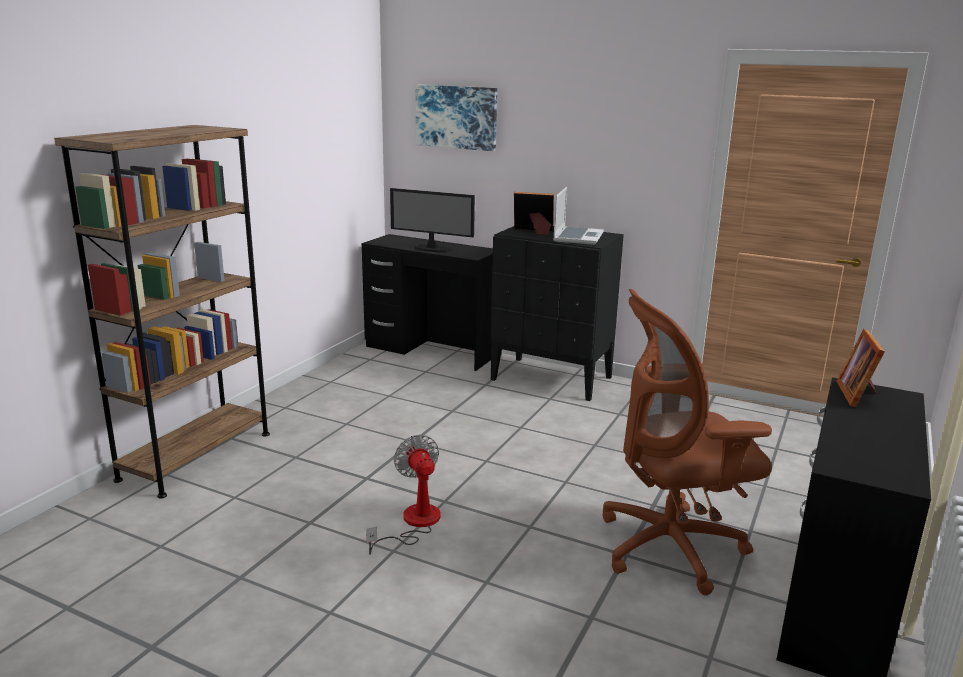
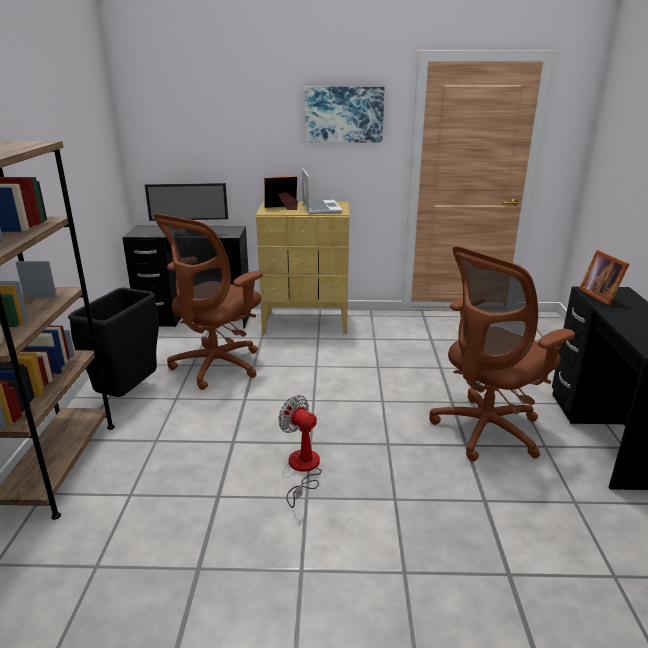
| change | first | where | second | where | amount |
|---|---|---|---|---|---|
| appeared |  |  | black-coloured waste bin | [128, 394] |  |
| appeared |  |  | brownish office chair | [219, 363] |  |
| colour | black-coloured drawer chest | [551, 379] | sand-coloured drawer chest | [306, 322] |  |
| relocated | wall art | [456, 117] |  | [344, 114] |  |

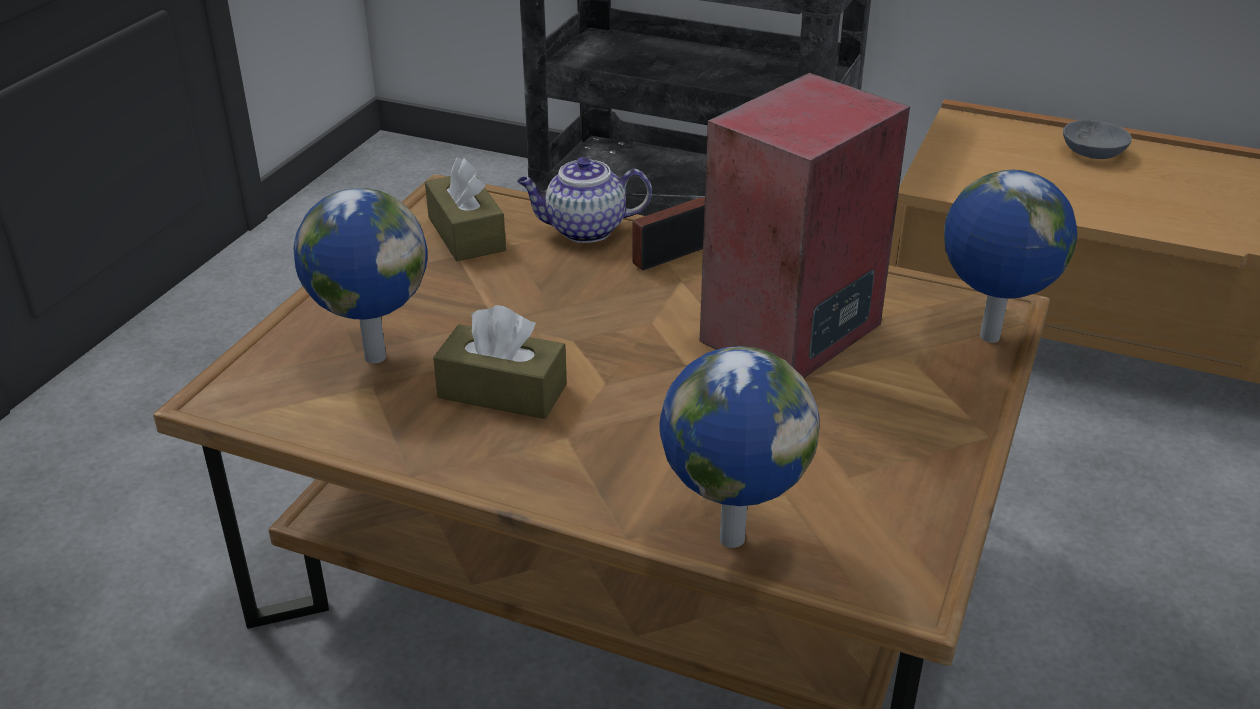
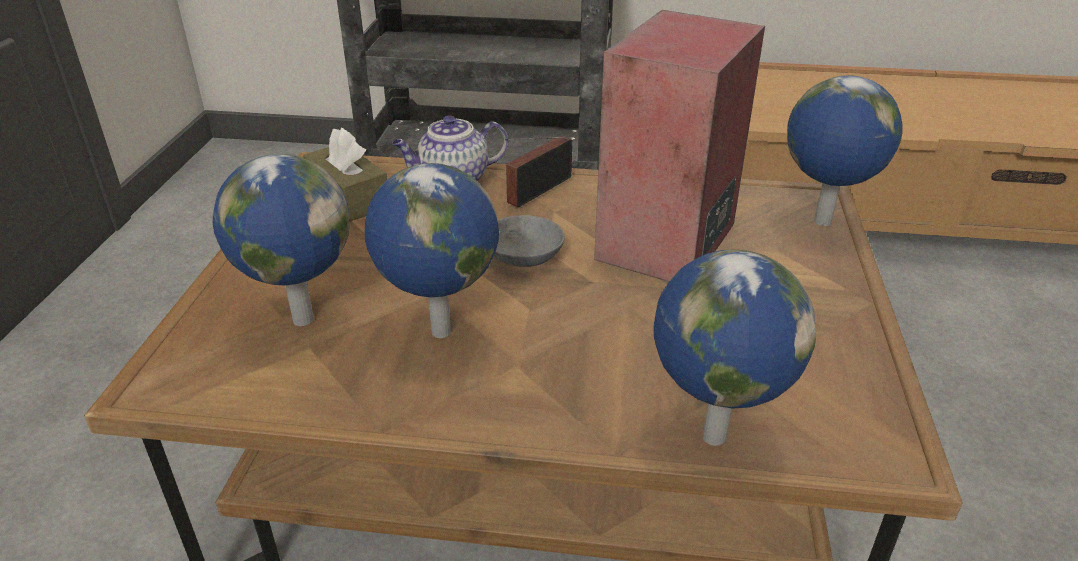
| change | first | where | second | where | amount |
|---|---|---|---|---|---|
| exchanged | brownish box of tissues | [502, 391] | globe | [438, 332] |  |
| relocated | gray bowl | [1092, 153] |  | [523, 257] |  |

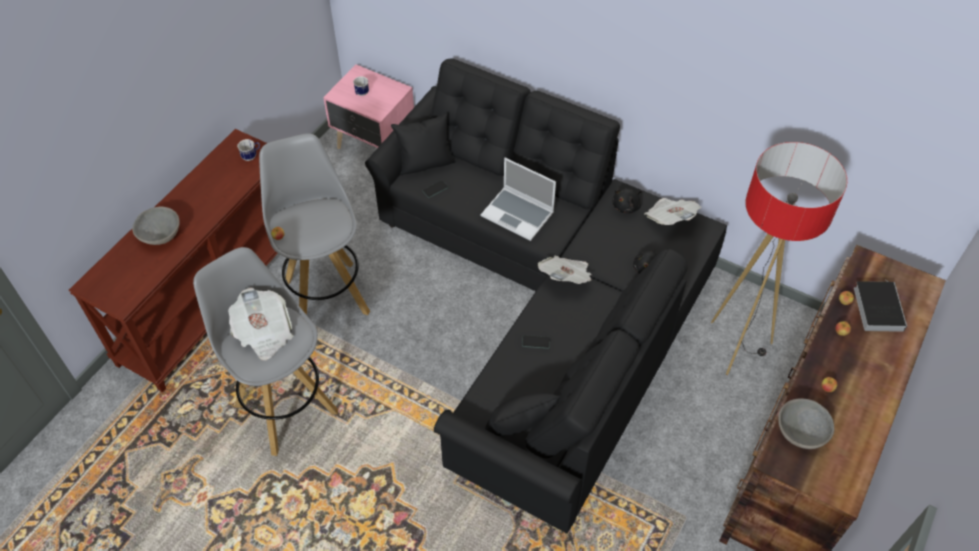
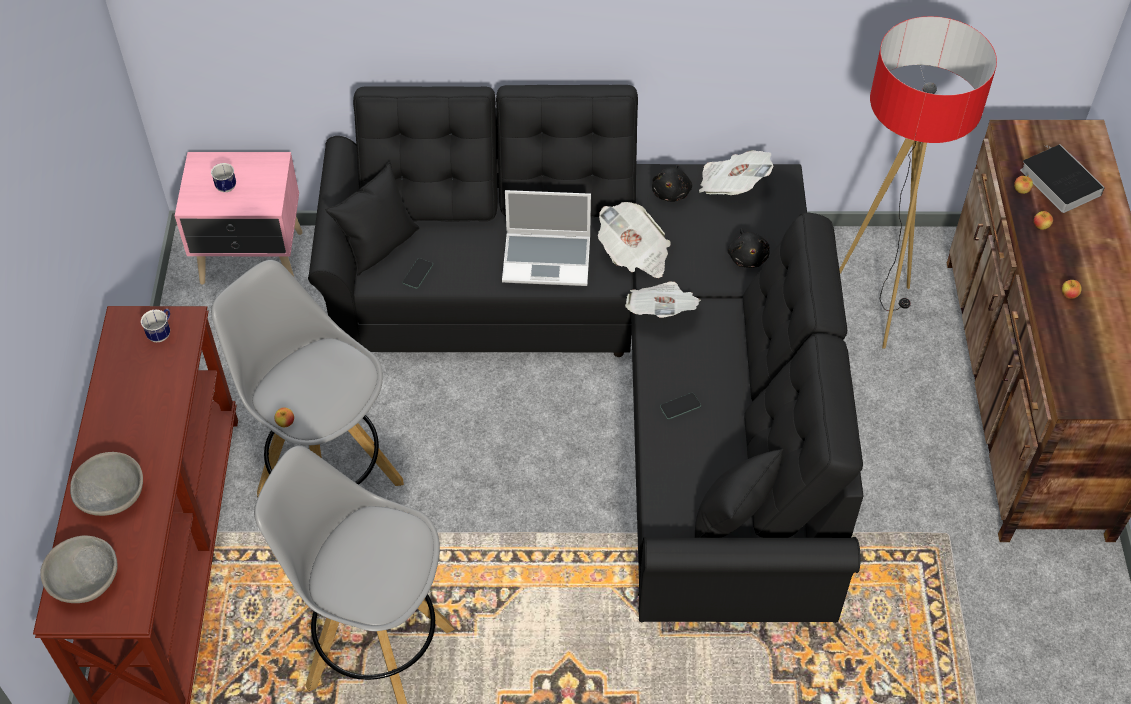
| change | first | where | second | where | amount |
|---|---|---|---|---|---|
| relocated | gray bowl | [801, 432] |  | [86, 581] |  |
| relocated | printed paper | [264, 333] |  | [634, 254] |  |

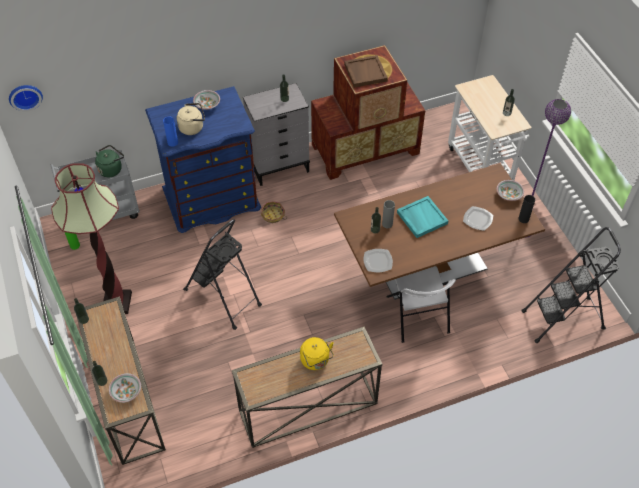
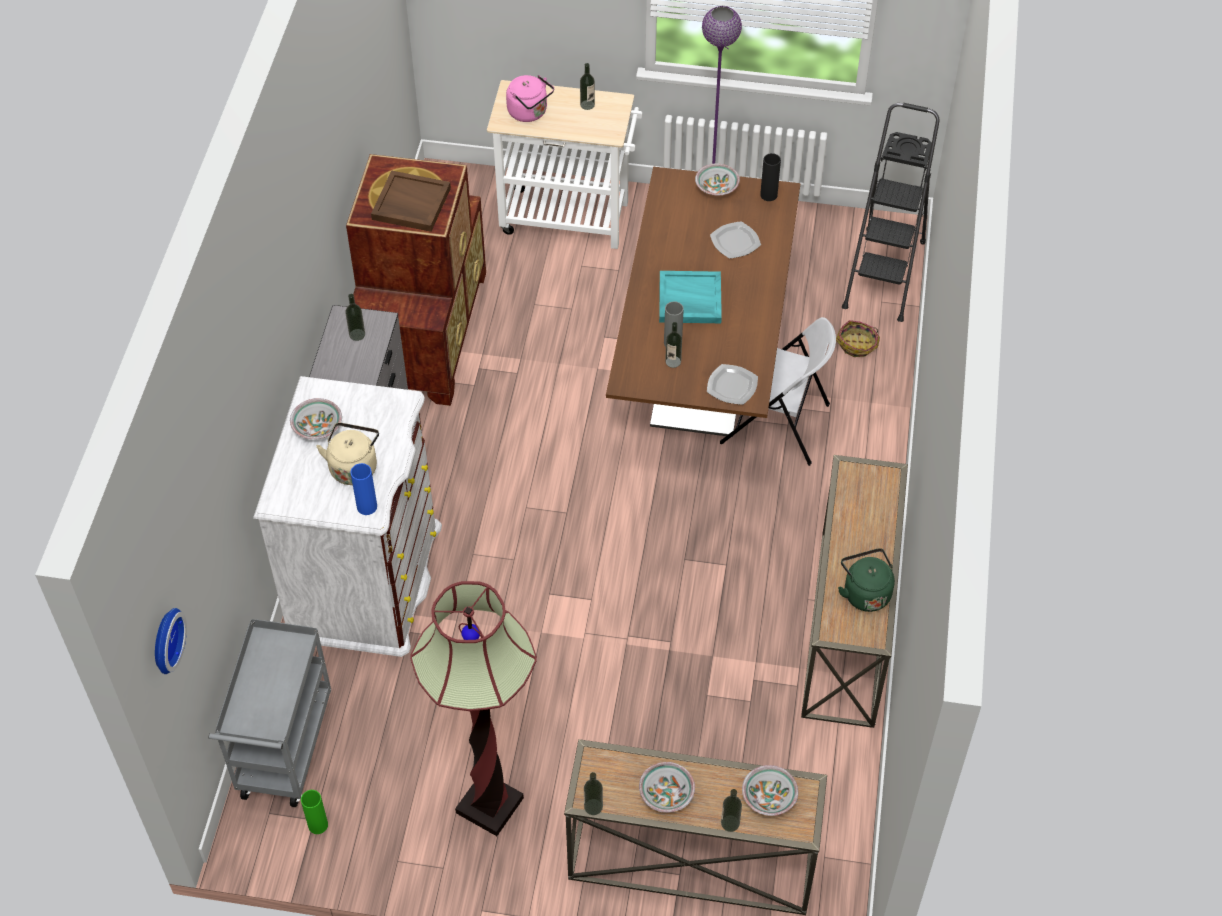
| change | first | where | second | where | amount |
|---|---|---|---|---|---|
| colour | bluish drawer chest | [212, 197] | white drawer chest | [365, 578] |  |
| appeared |  |  | pink water kettle | [529, 112] |  |
| appeared |  |  | bowl | [666, 793] |  |
| relocated | storage basket | [273, 216] |  | [857, 344] |  |
| relocated | greenish water kettle | [111, 169] |  | [865, 592] |  |
| missing | step stool | [223, 297] |  |  |  |
| missing | yellow water kettle | [316, 361] |  |  |  |

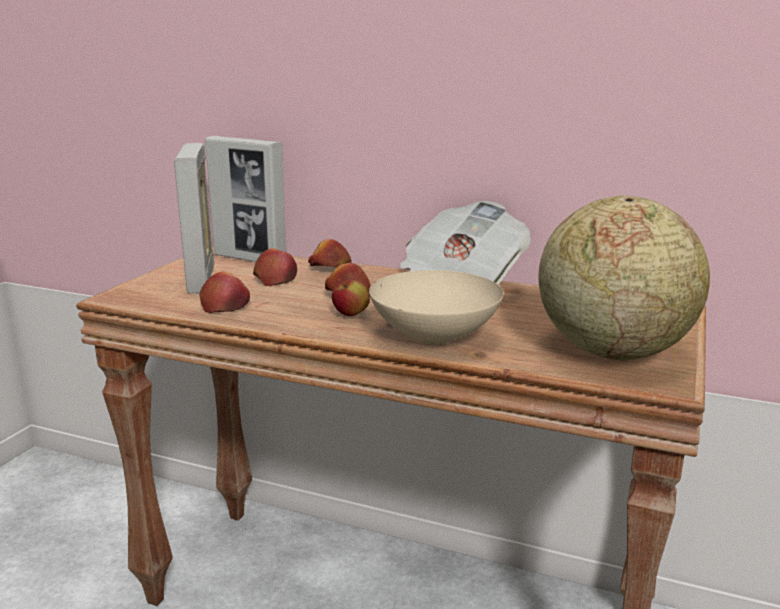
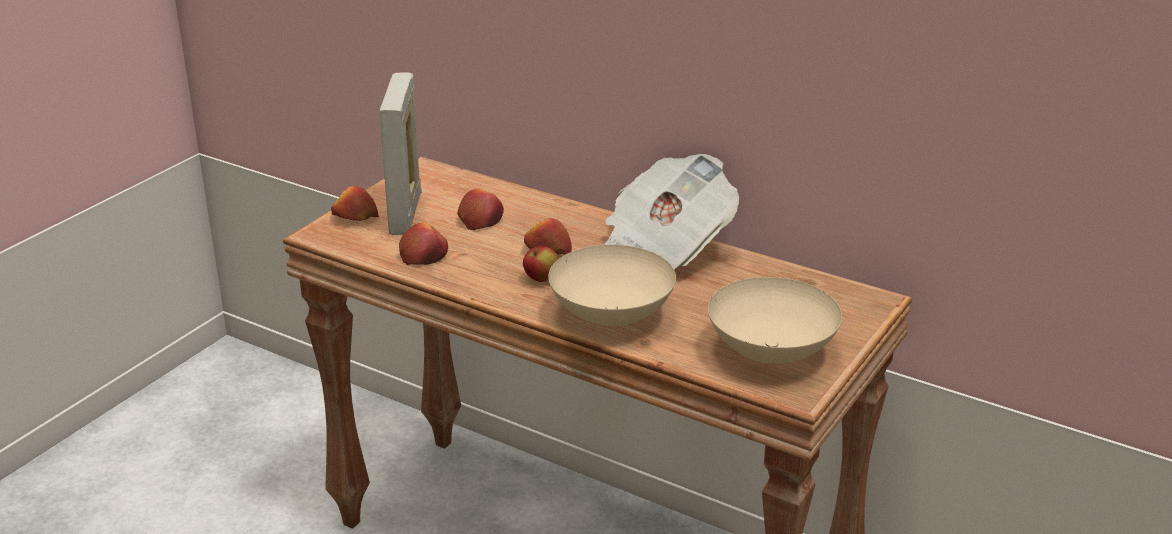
| change | first | where | second | where | amount |
|---|---|---|---|---|---|
| relocated | apple fruit | [330, 268] |  | [355, 217] |  |
| exchanged | globe | [612, 352] | sand-coloured bowl | [770, 351] |  |
| missing | photo frame | [250, 259] |  |  |  |

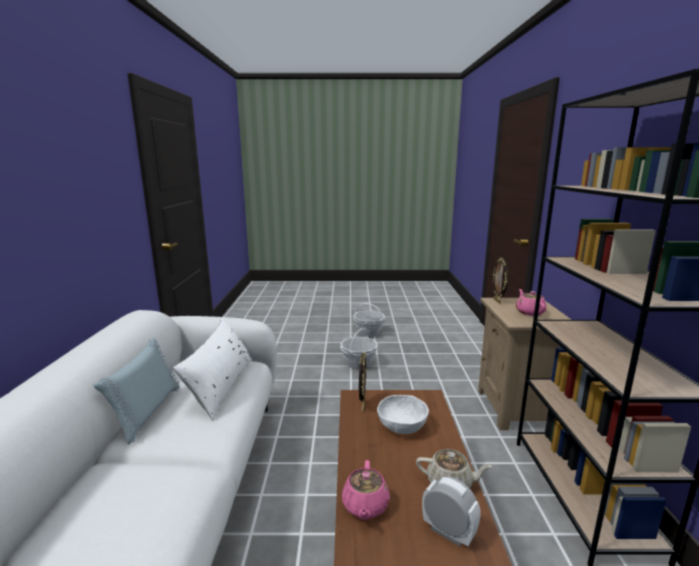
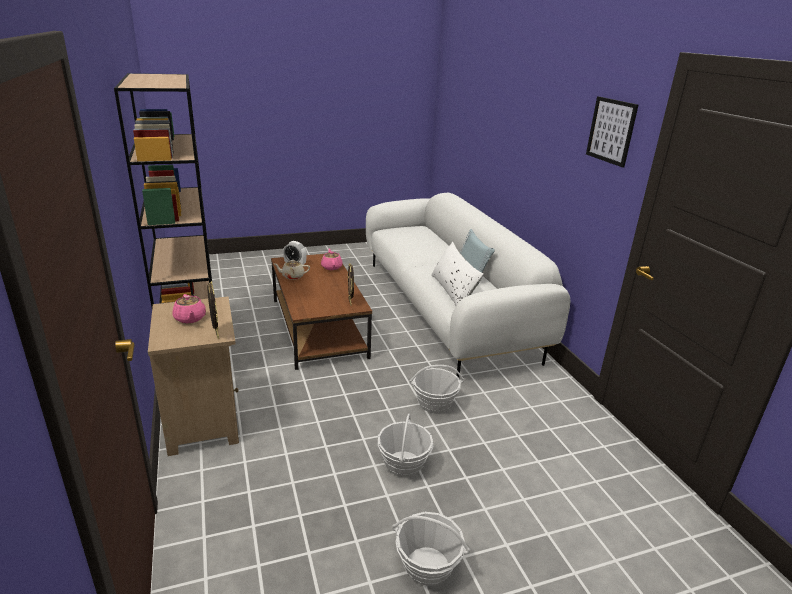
| change | first | where | second | where | amount |
|---|---|---|---|---|---|
| appeared |  |  | storage basket | [434, 403] |  |
| appeared |  |  | wall art | [611, 131] |  |
| missing | white bowl | [402, 426] |  |  |  |

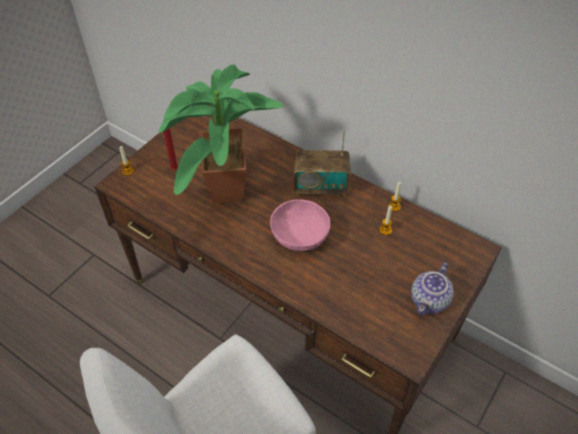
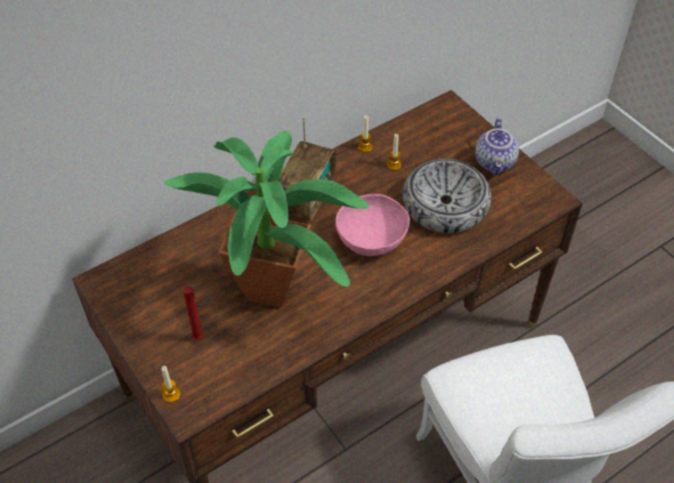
| change | first | where | second | where | amount |
|---|---|---|---|---|---|
| appeared |  |  | bowl | [445, 205] |  |
| spun | pot for tea | [430, 301] |  | [495, 163] | 45 degrees clockwise |

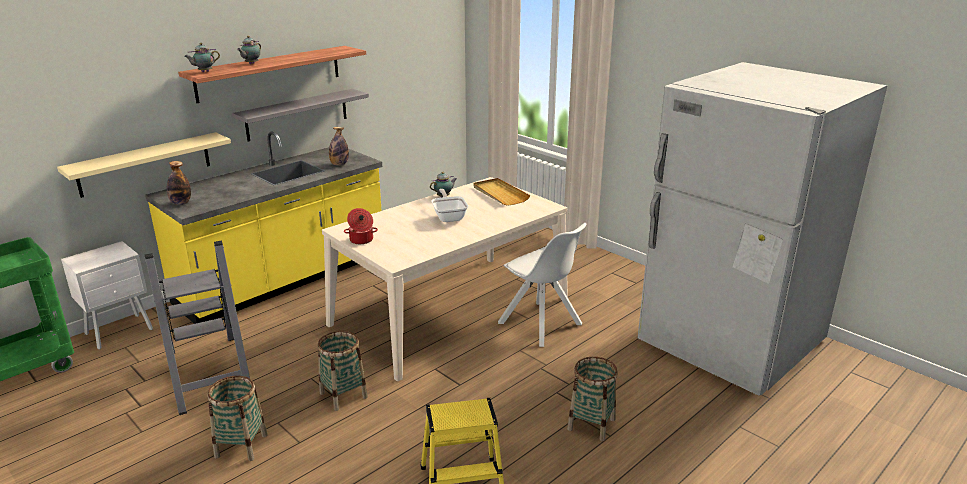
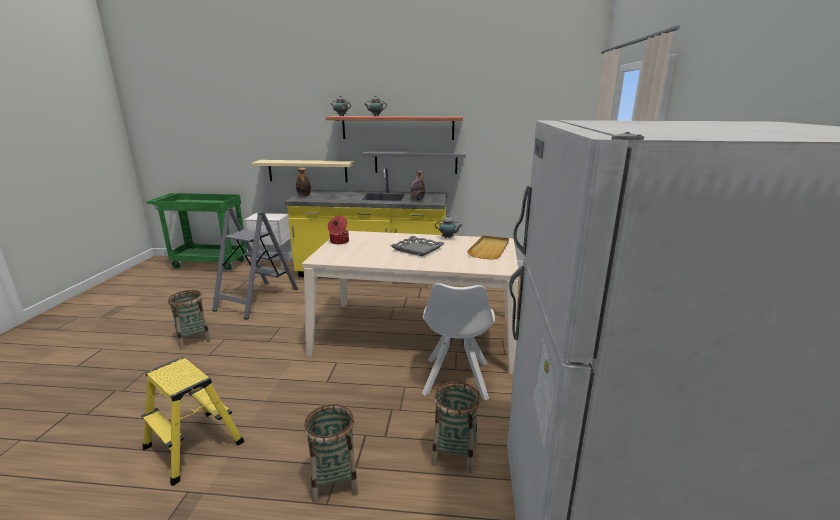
| change | first | where | second | where | amount |
|---|---|---|---|---|---|
| exchanged | frying pan | [449, 217] | gray carrying tray | [418, 249] |  |
| relocated | storage basket | [343, 395] |  | [454, 453] |  |

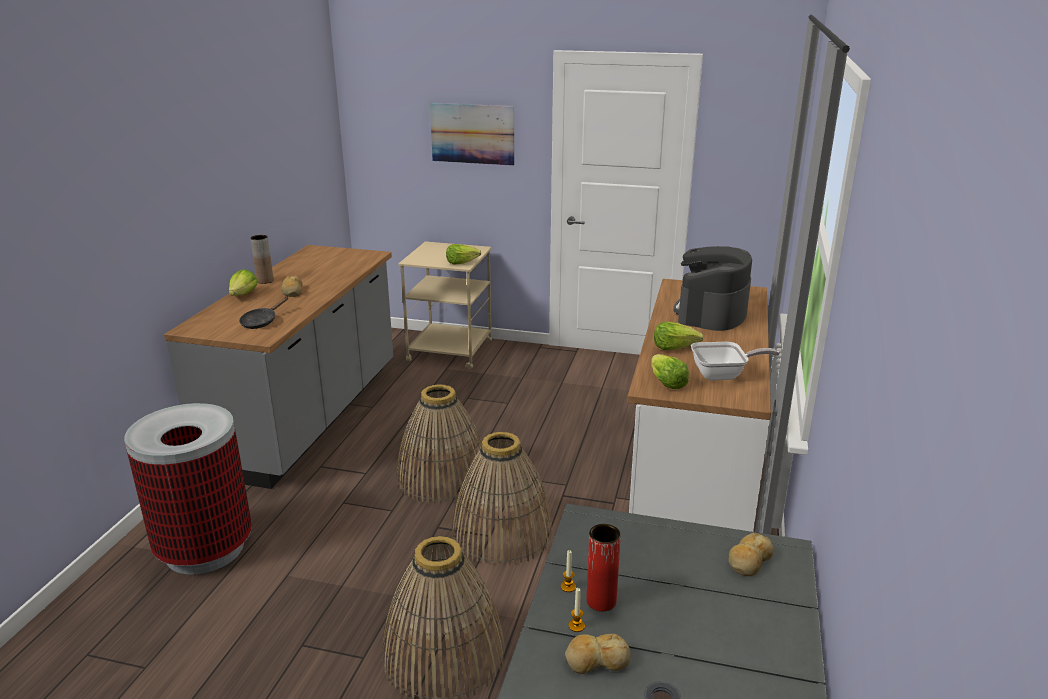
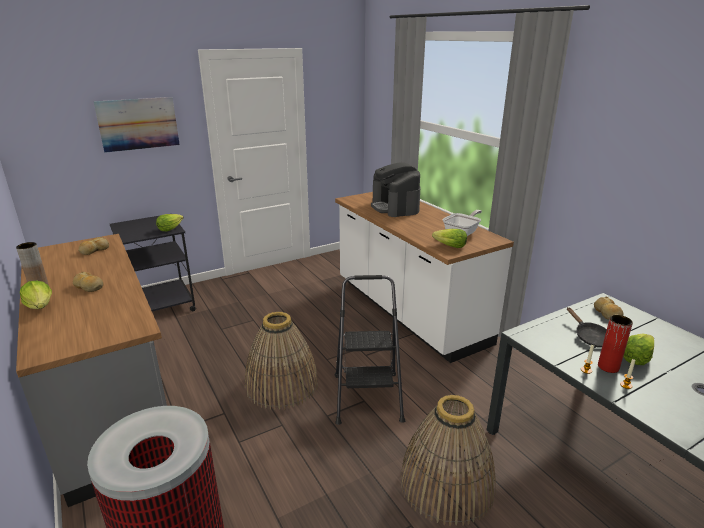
| change | first | where | second | where | amount |
|---|---|---|---|---|---|
| relocated | baked bread | [596, 660] |  | [94, 250] |  |
| colour | sand-coloured trolley | [451, 351] | black-coloured trolley | [162, 305] |  |
| exchanged | storage basket | [502, 532] | black-coloured step stool | [367, 394] |  |
| relocated | black-coloured frying pan | [261, 322] |  | [589, 337] |  |
| relocated | head of lettuce | [674, 347] |  | [635, 357] |  |

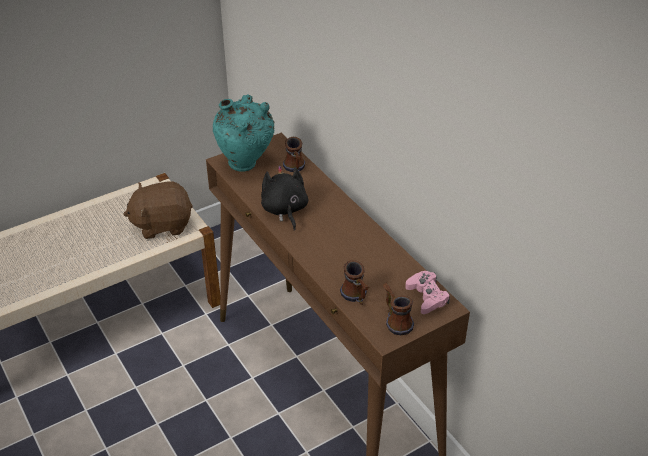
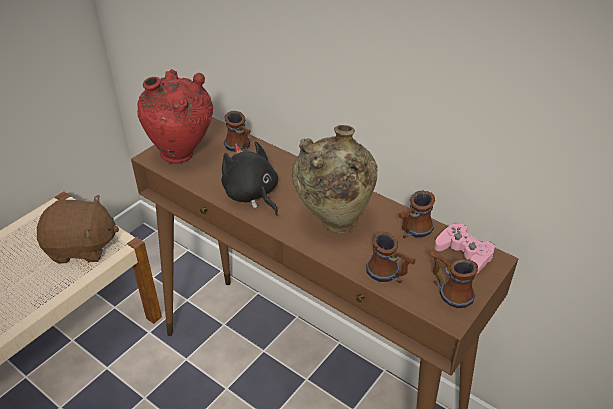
| change | first | where | second | where | amount |
|---|---|---|---|---|---|
| spun | brownish soft toy | [162, 224] |  | [82, 248] | 150 degrees counterclockwise |
| colour | turquoise-coloured decorative vase | [246, 166] | reddish decorative vase | [182, 156] |  |
| appeared |  |  | sand-coloured decorative vase | [333, 223] |  |
| appeared |  |  | coffee mug | [412, 231] |  |

